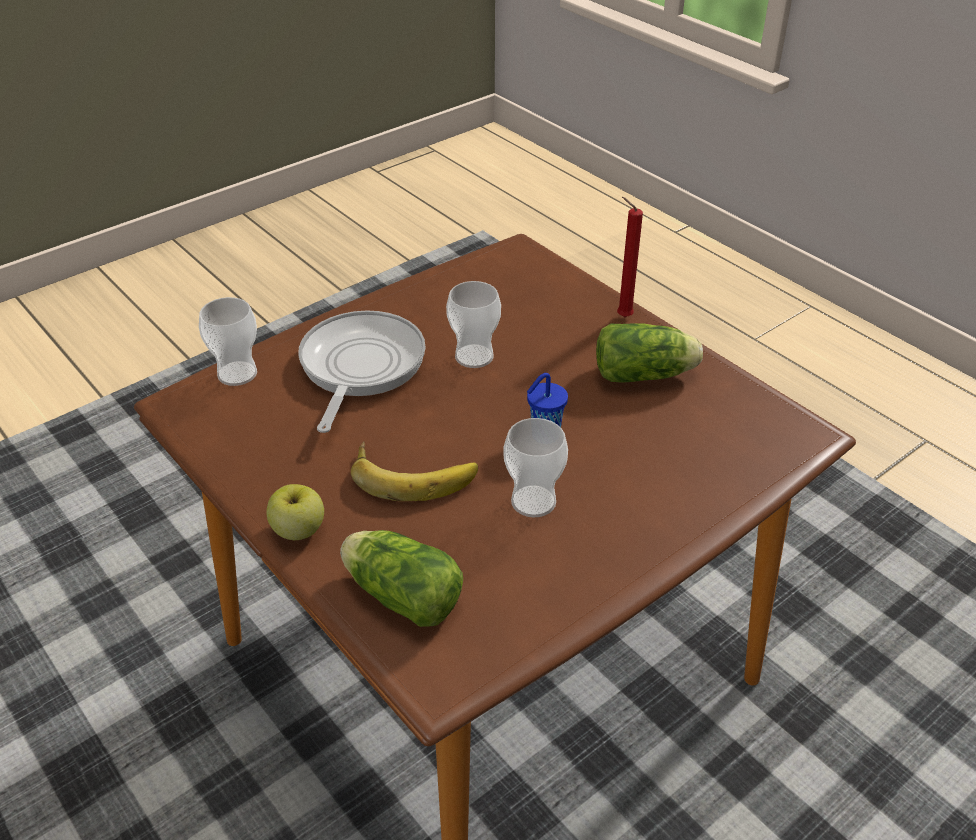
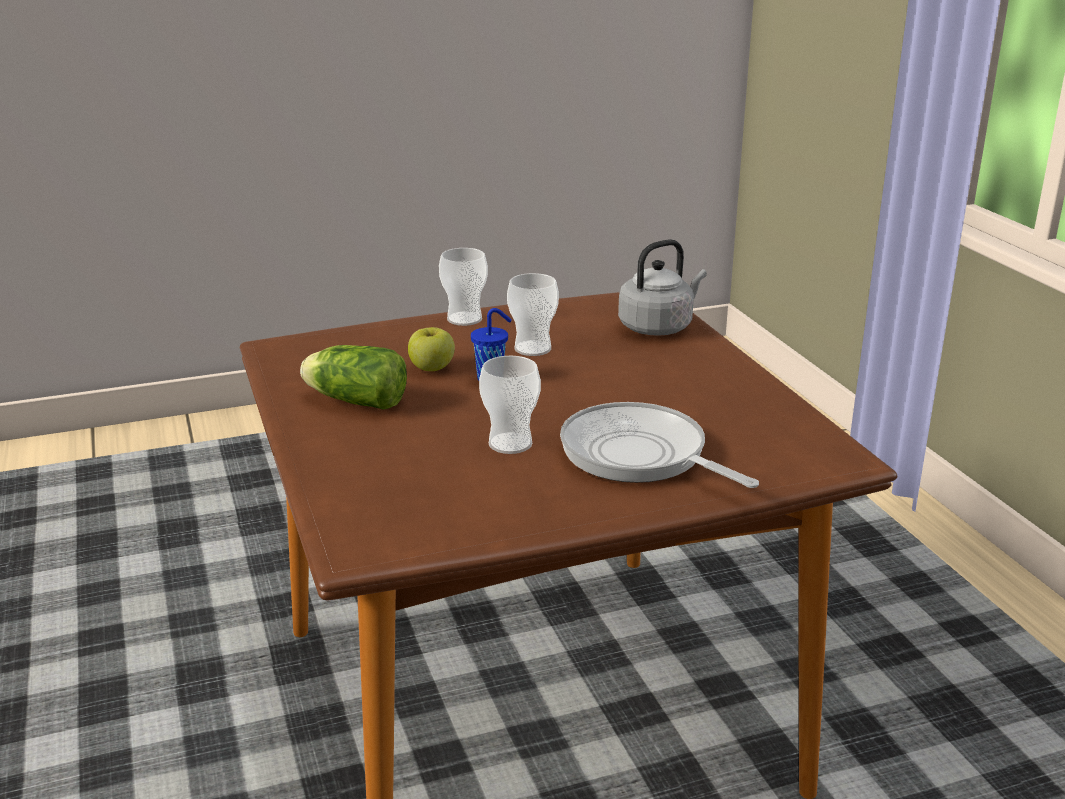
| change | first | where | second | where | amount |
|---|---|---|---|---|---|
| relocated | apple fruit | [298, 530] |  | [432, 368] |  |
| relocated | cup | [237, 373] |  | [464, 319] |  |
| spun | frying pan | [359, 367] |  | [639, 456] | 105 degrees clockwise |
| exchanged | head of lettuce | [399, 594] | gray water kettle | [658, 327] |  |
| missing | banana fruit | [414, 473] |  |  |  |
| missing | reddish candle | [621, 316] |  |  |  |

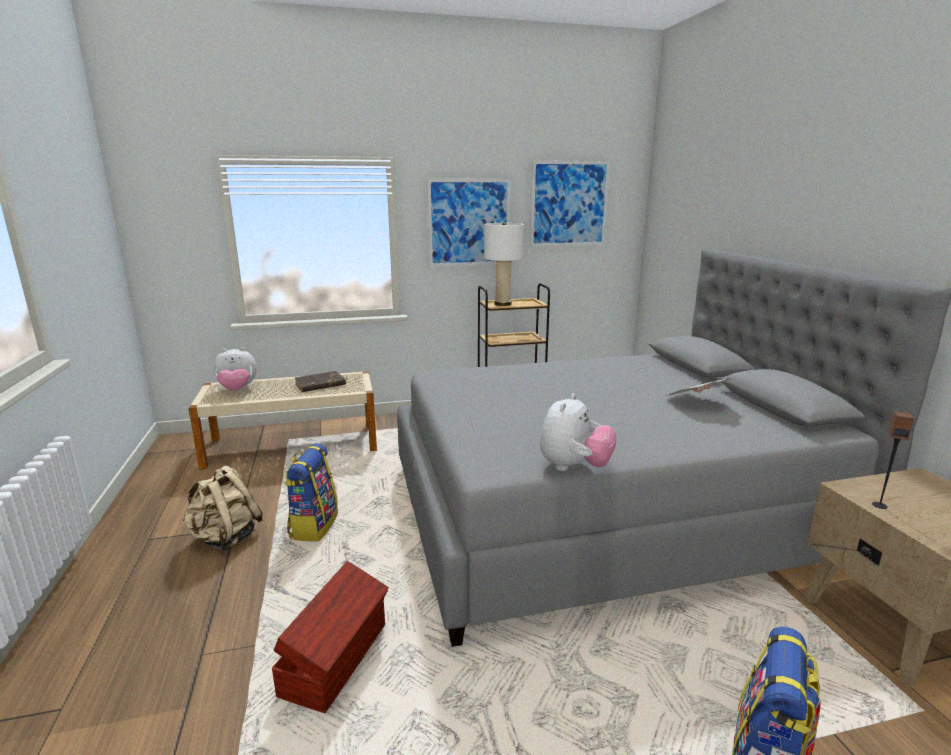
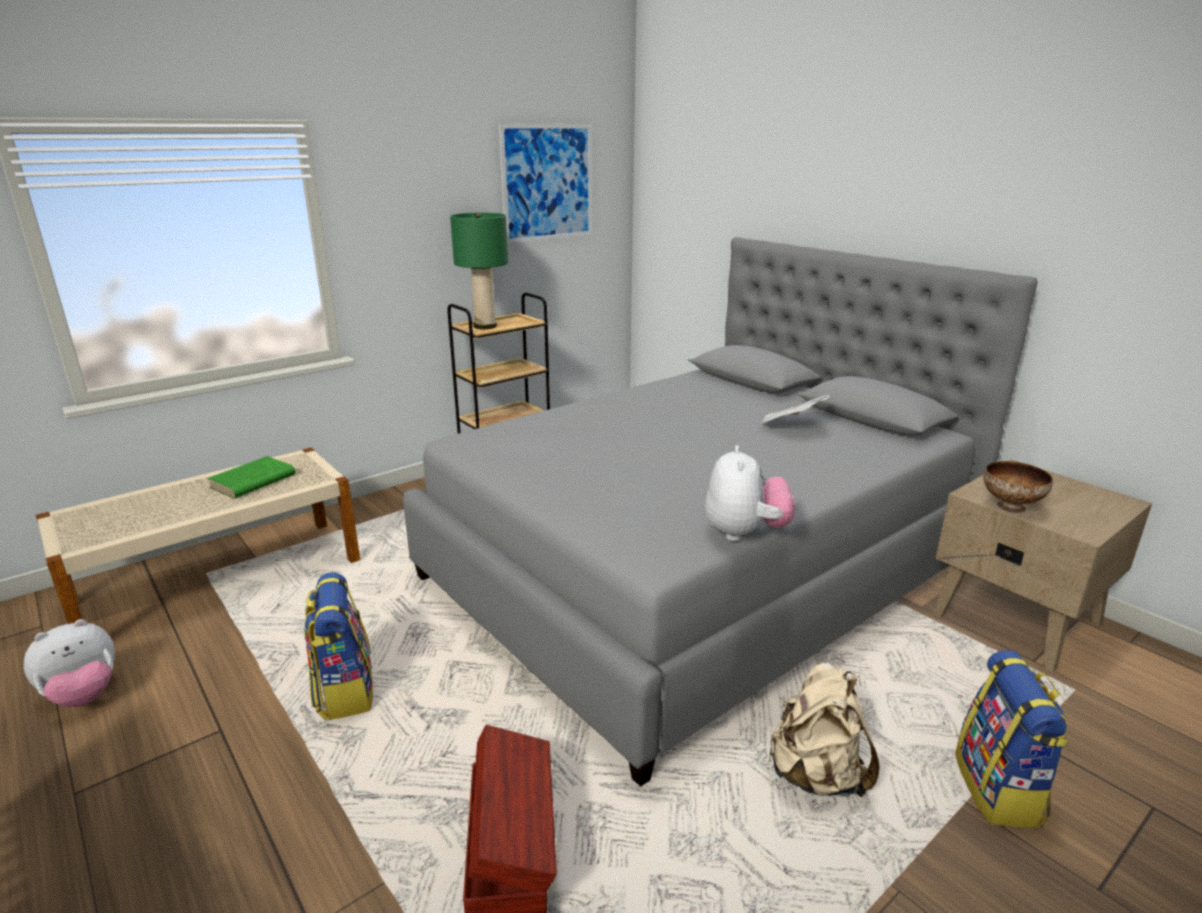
| change | first | where | second | where | amount |
|---|---|---|---|---|---|
| relocated | soft toy | [237, 390] |  | [83, 696] |  |
| colour | brownish volume | [319, 384] | greenish volume | [252, 481] |  |
| colour | white table lamp | [502, 304] | greenish table lamp | [485, 326] |  |
| relocated | sand-coloured knapsack | [225, 538] |  | [816, 775] |  |
| exchanged | audio speaker | [879, 505] | bowl | [1010, 506] |  |
| missing | wall art | [469, 222] |  |  |  |

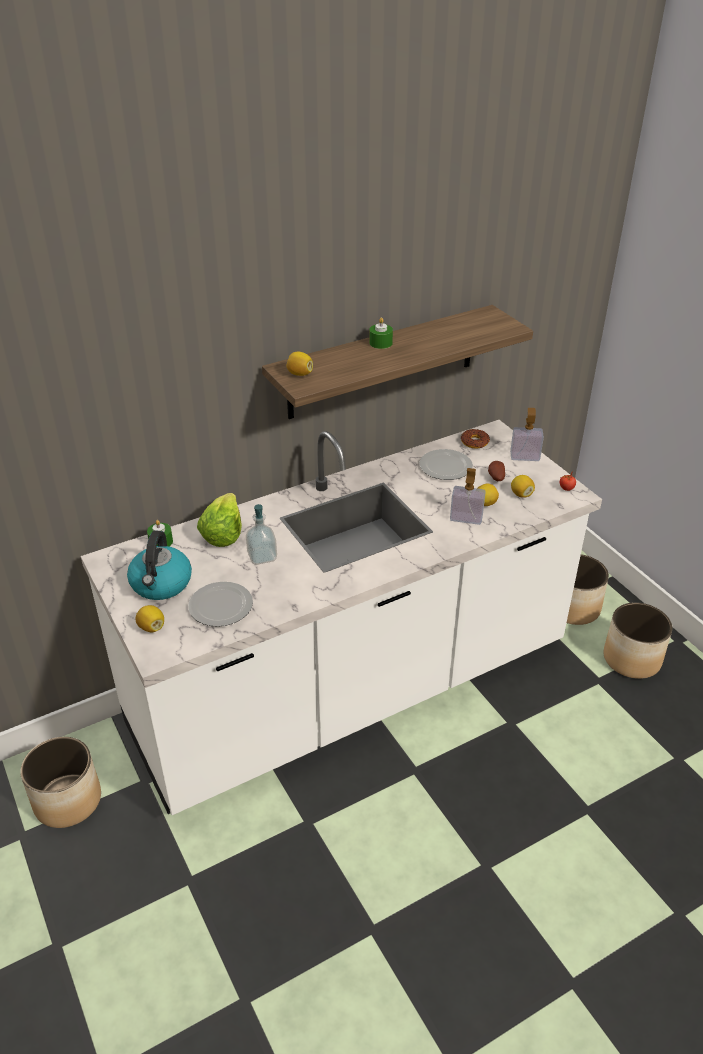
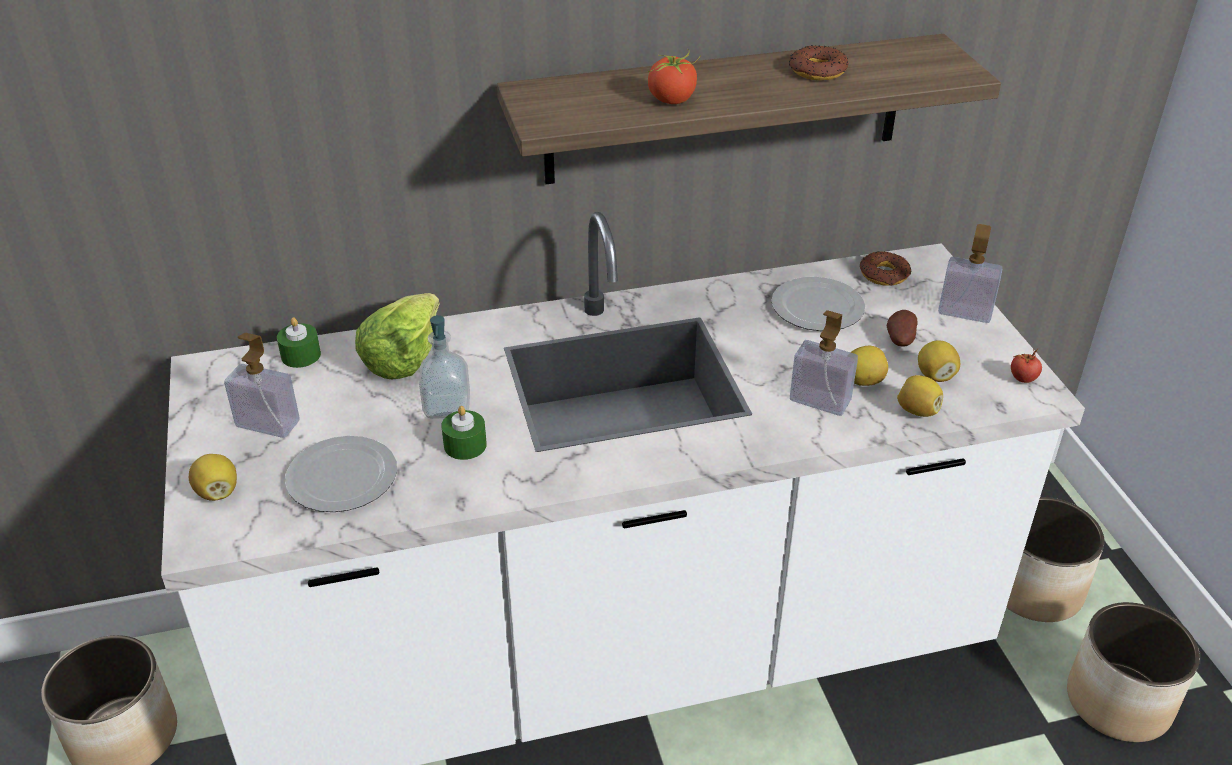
| change | first | where | second | where | amount |
|---|---|---|---|---|---|
| exchanged | water kettle | [161, 584] | soap bottle | [268, 423] |  |
| relocated | greenish candle | [380, 343] |  | [465, 445] |  |
| appeared |  |  | whole tomato | [672, 100] |  |
| appeared |  |  | ring doughnut | [817, 71] |  |
| relocated | citrus fruit | [300, 374] |  | [917, 410] |  |

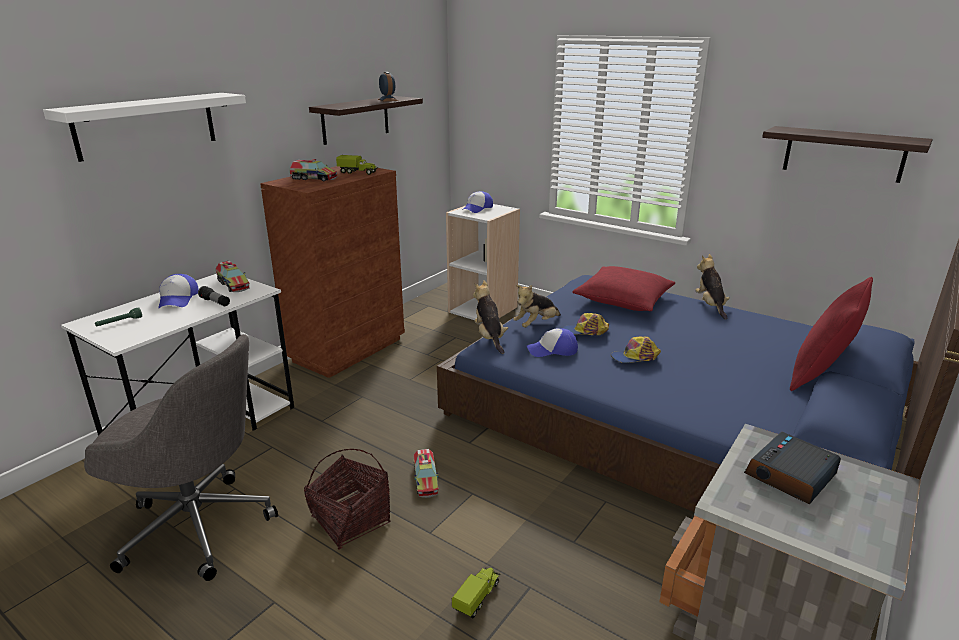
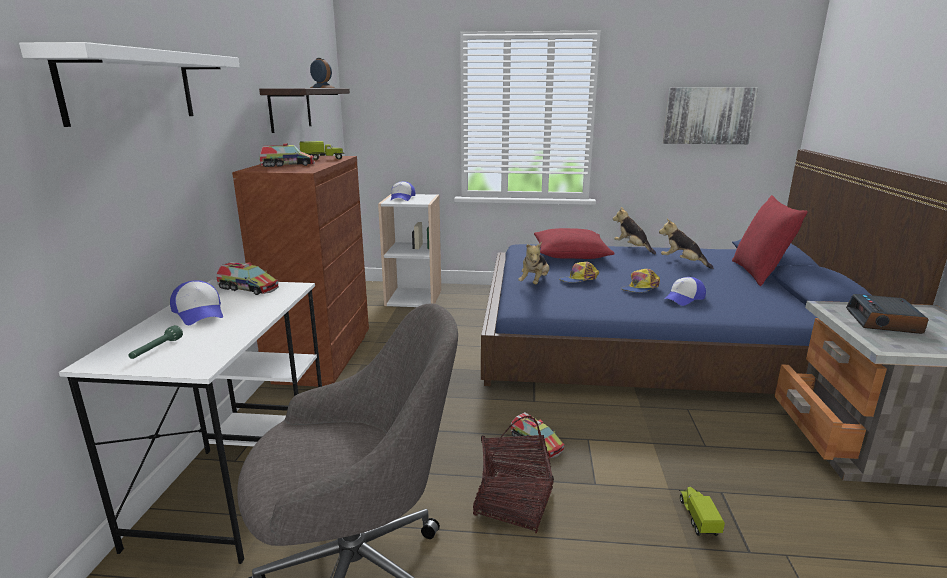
| change | first | where | second | where | amount |
|---|---|---|---|---|---|
| relocated | soft toy | [489, 338] |  | [682, 262] |  |
| exchanged | shelf | [843, 154] | wall art | [708, 116] |  |
| relocated | baseball cap | [552, 350] |  | [684, 298] |  |
| missing | flashlight | [215, 302] |  |  |  |

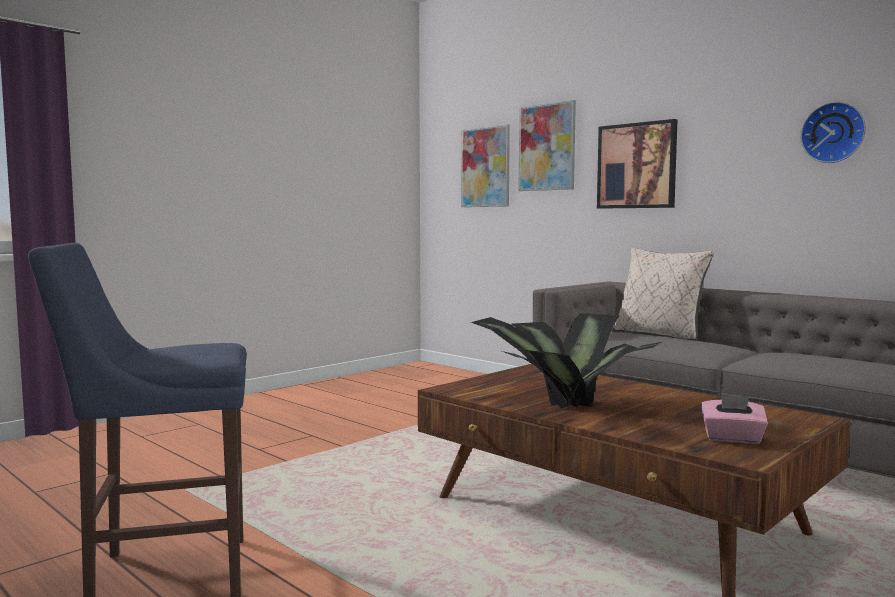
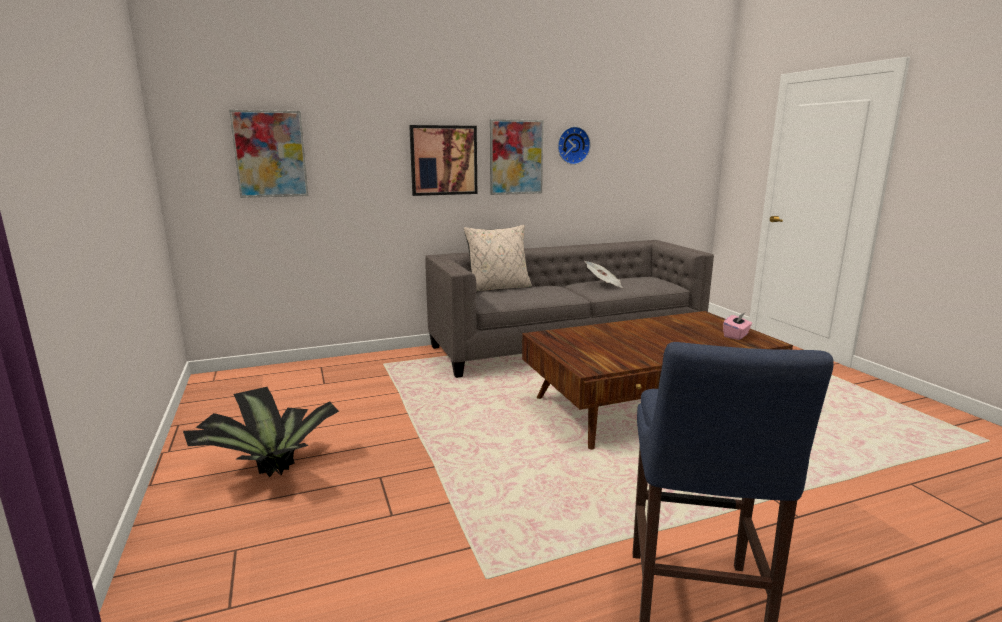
| change | first | where | second | where | amount |
|---|---|---|---|---|---|
| relocated | plant in a pot | [563, 400] |  | [268, 468] |  |
| relocated | wall art | [547, 147] |  | [516, 157] |  |
| appeared |  |  | printed paper | [603, 285] |  |

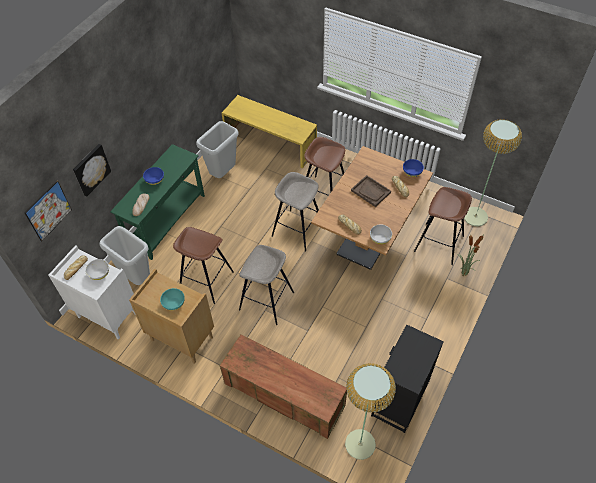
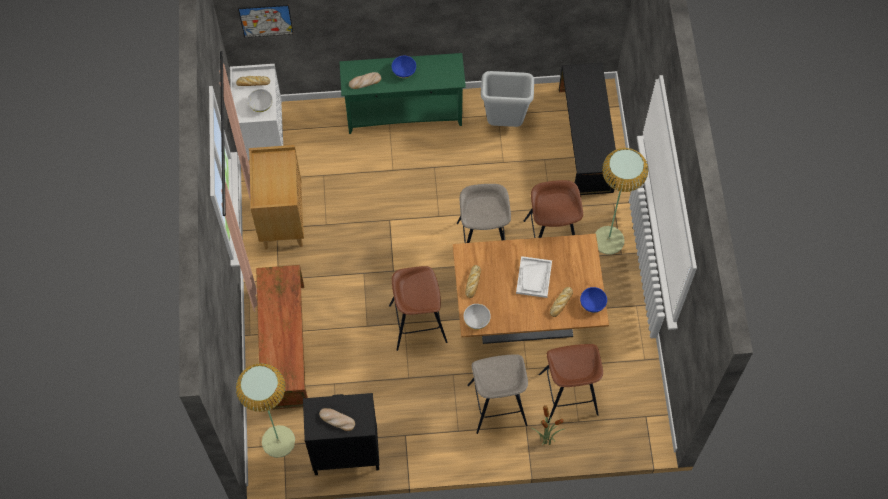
| change | first | where | second | where | amount |
|---|---|---|---|---|---|
| appeared |  |  | baked bread | [337, 420] |  |
| relocated | brownish stool seat | [206, 280] |  | [417, 323] |  |
| relocated | gray stool seat | [266, 301] |  | [496, 405] |  |
| colour | brownish carrying tray | [371, 191] | white carrying tray | [534, 277] |  |
| colour | yellow indoor bench | [271, 142] | black-coloured indoor bench | [586, 140] |  |
| relocated | standard lamp | [475, 217] |  | [608, 240] |  |
| missing | wall art | [91, 169] |  |  |  |
| missing | gray waste bin | [137, 278] |  |  |  |
| missing | turquoise-coloured bowl | [173, 303] |  |  |  |

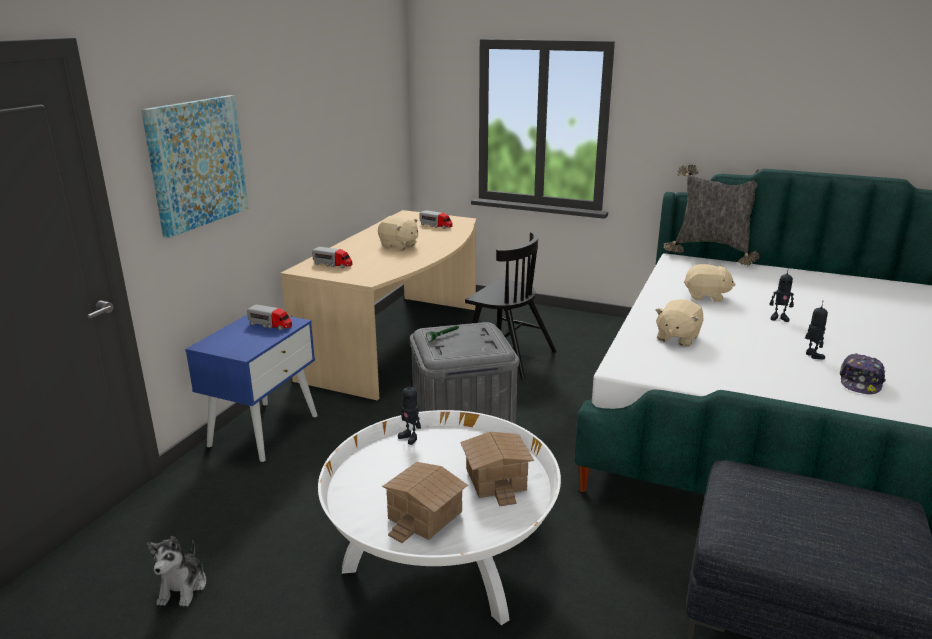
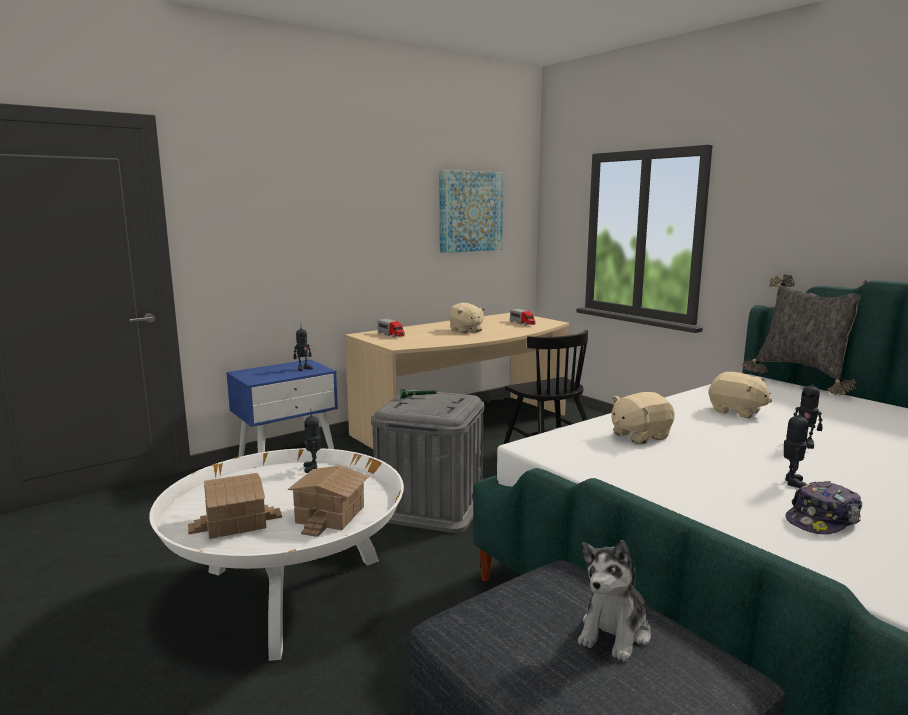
| change | first | where | second | where | amount |
|---|---|---|---|---|---|
| exchanged | model truck | [271, 325] | toy robot | [303, 369] |  |
| relocated | wall art | [197, 163] |  | [470, 211] |  |
| relocated | soft toy | [183, 587] |  | [615, 632] |  |

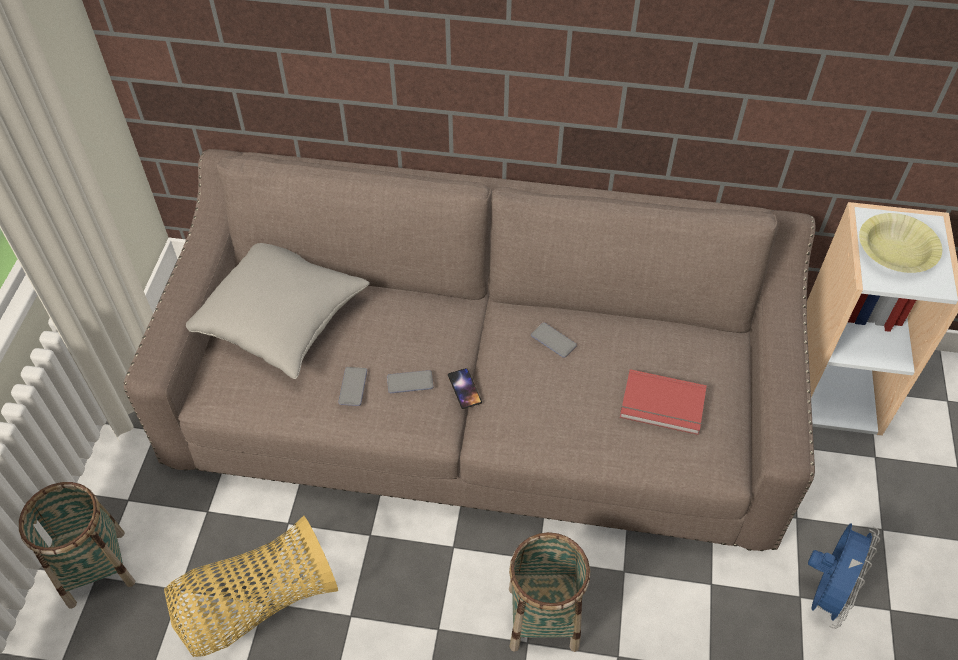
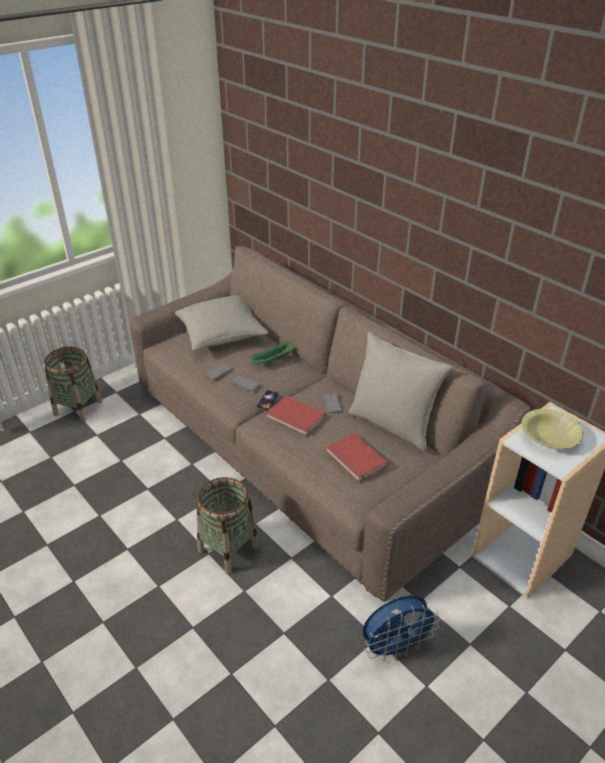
| change | first | where | second | where | amount |
|---|---|---|---|---|---|
| appeared |  |  | greenish carrying tray | [273, 360] |  |
| appeared |  |  | reddish volume | [295, 418] |  |
| appeared |  |  | gray cushion | [392, 425] |  |
| missing | storage basket | [256, 604] |  |  |  |

